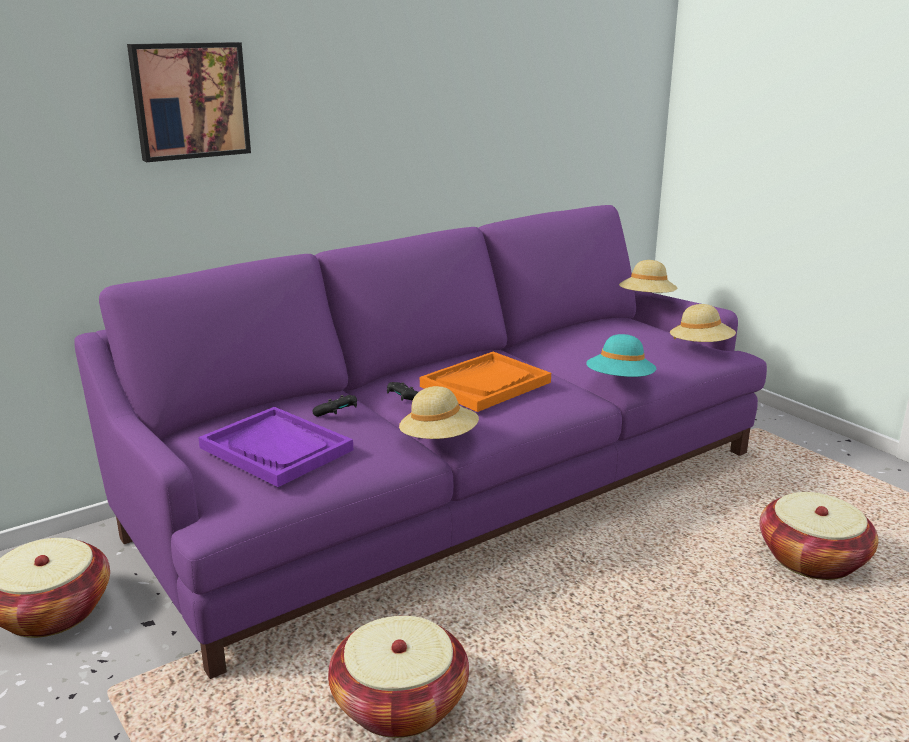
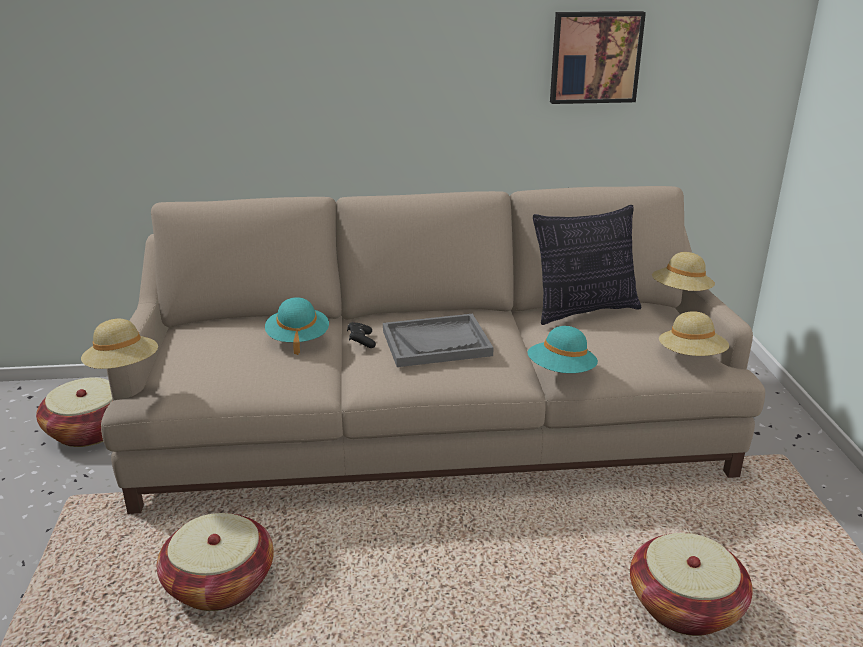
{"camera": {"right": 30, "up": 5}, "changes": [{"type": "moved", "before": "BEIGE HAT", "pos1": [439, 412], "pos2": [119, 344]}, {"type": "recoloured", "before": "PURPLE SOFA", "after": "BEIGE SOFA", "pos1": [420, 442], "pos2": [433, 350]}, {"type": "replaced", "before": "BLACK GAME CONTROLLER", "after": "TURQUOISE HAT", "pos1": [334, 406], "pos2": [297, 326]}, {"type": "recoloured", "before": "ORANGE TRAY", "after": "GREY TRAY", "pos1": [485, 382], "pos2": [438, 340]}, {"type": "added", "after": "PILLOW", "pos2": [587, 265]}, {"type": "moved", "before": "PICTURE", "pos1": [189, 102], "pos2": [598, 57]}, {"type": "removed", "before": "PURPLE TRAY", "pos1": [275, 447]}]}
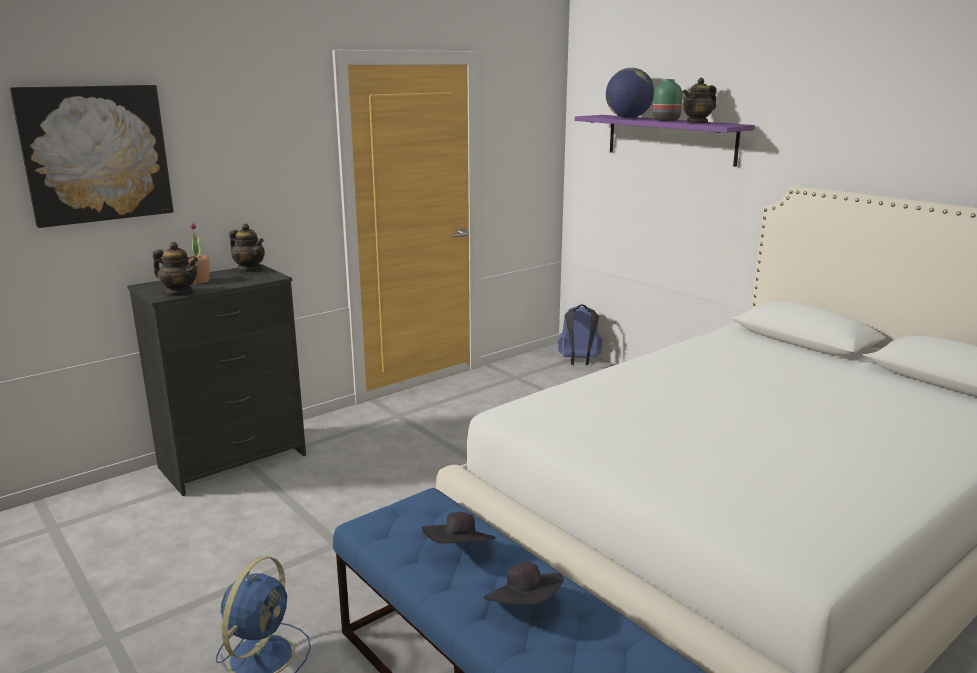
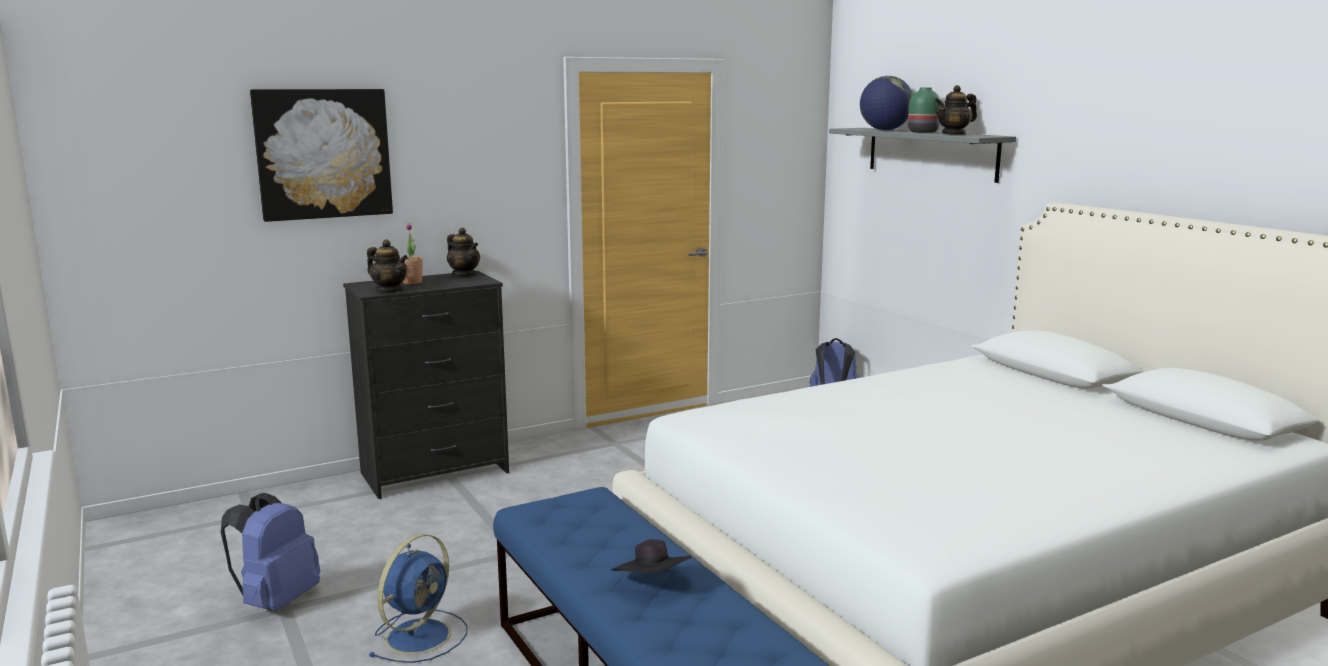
{"camera": {"right": 10, "up": -5}, "changes": [{"type": "added", "after": "BLUE BACKPACK", "pos2": [270, 552]}, {"type": "recoloured", "before": "PURPLE SHELF", "after": "GREY SHELF", "pos1": [665, 141], "pos2": [922, 155]}, {"type": "removed", "before": "BLACK HAT", "pos1": [459, 528]}]}
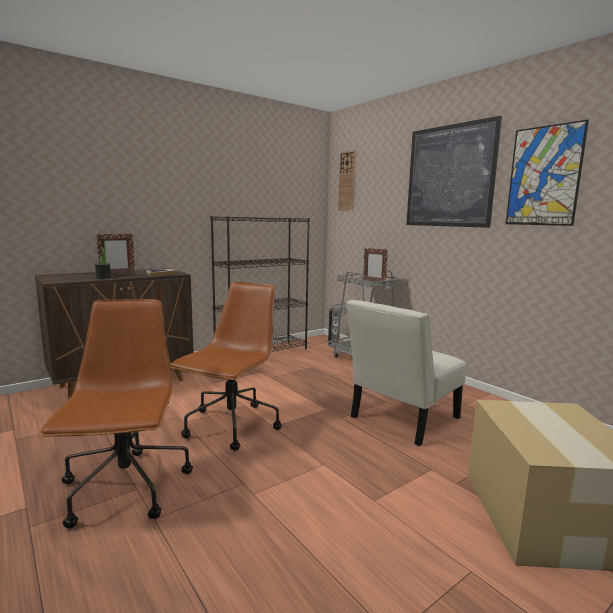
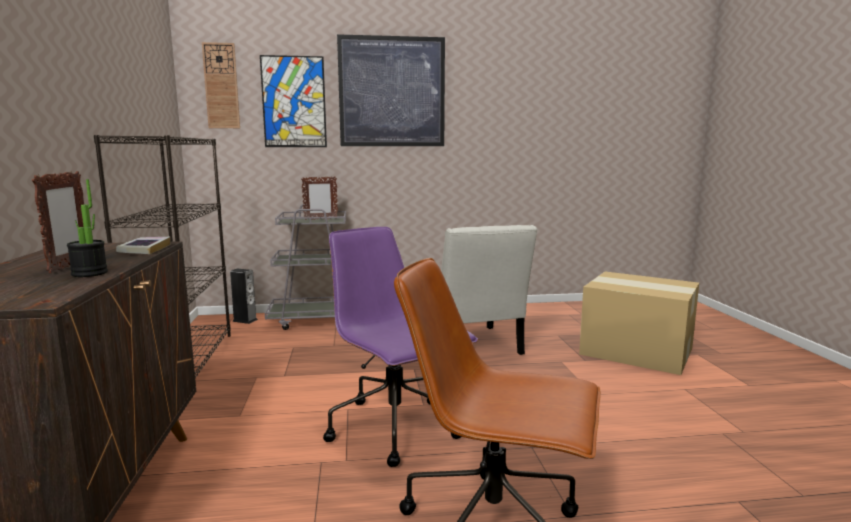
{"camera": {"right": -60, "up": 0}, "changes": [{"type": "moved", "before": "PICTURE", "pos1": [547, 173], "pos2": [293, 101]}, {"type": "recoloured", "before": "BROWN OFFICE CHAIR", "after": "PURPLE OFFICE CHAIR", "pos1": [226, 366], "pos2": [400, 347]}]}
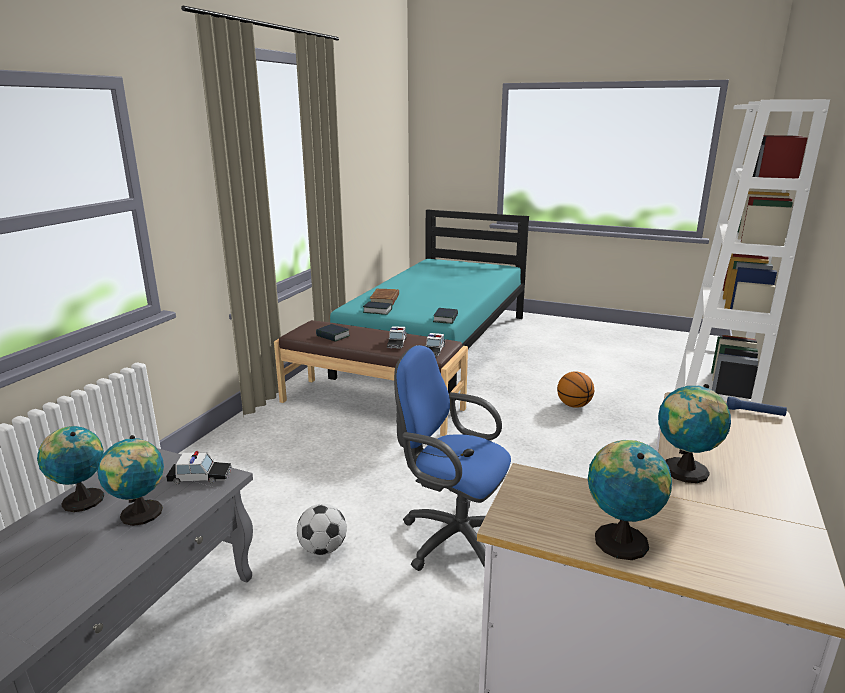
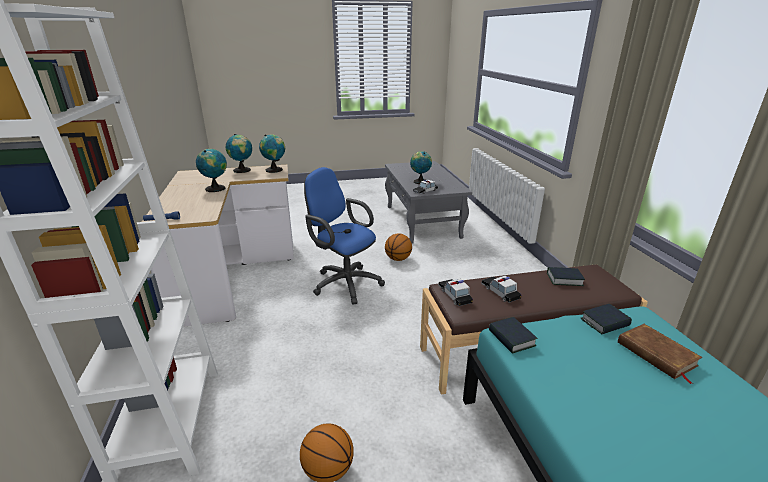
{"camera": {"right": 145, "up": 5}, "changes": [{"type": "moved", "before": "GLOBE", "pos1": [70, 469], "pos2": [272, 153]}, {"type": "turned", "before": "BLUE OFFICE CHAIR", "pos1": [452, 458], "pos2": [344, 236], "turn": -135}, {"type": "replaced", "before": "FOOTBALL", "after": "BASKETBALL", "pos1": [322, 529], "pos2": [398, 247]}]}
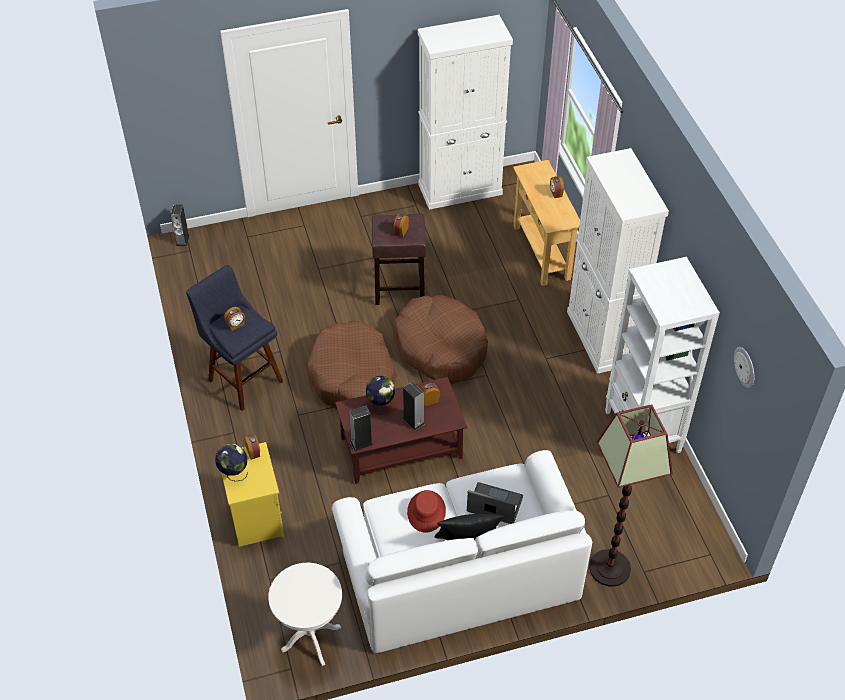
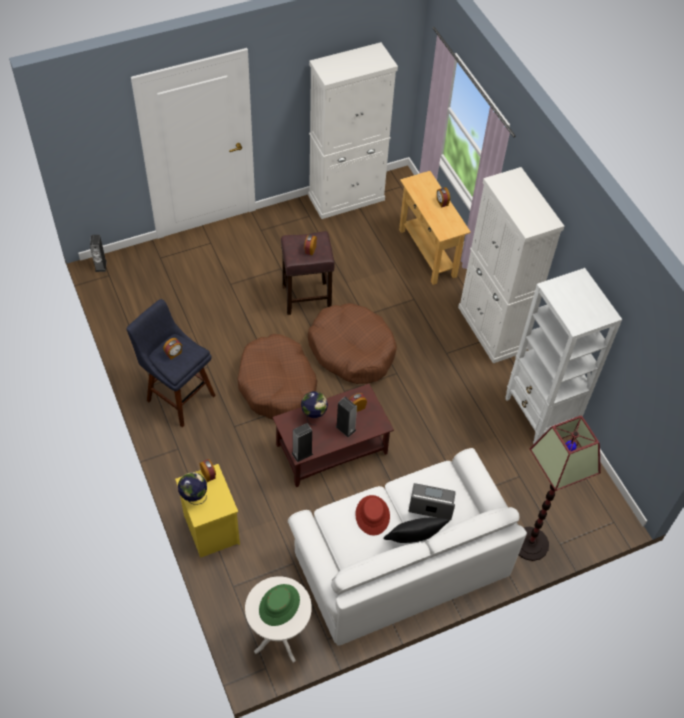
{"camera": {"right": -10, "up": 5}, "changes": [{"type": "added", "after": "GREEN HAT", "pos2": [279, 605]}, {"type": "removed", "before": "WALL CLOCK", "pos1": [744, 367]}]}
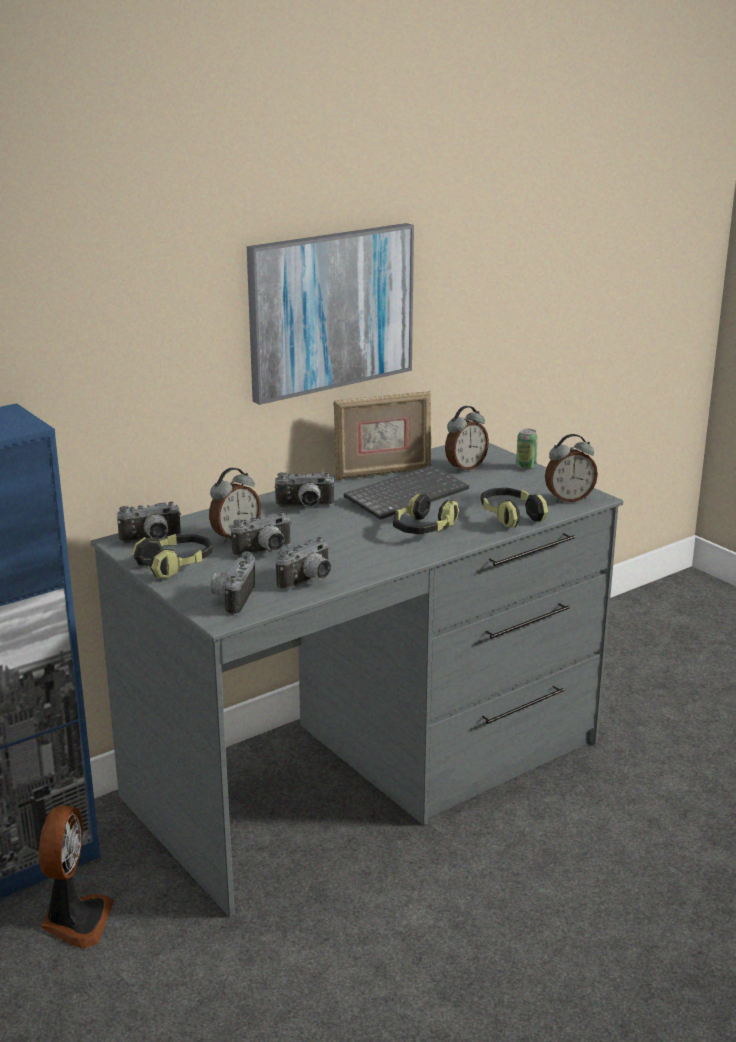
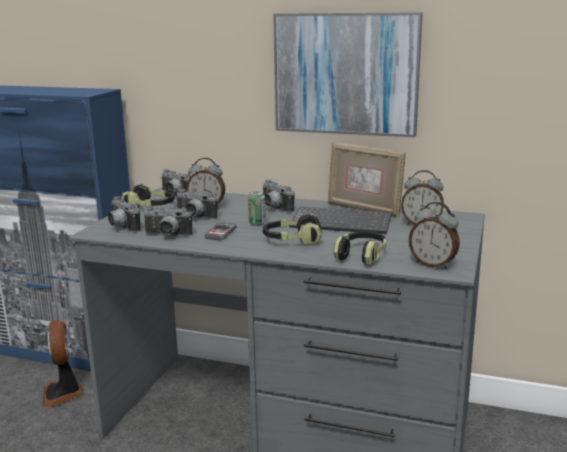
{"camera": {"right": 55, "up": -5}, "changes": [{"type": "turned", "before": "FAN", "pos1": [76, 877], "pos2": [62, 364], "turn": 105}, {"type": "turned", "before": "PHOTO CAMERA", "pos1": [232, 583], "pos2": [124, 214], "turn": -105}, {"type": "added", "after": "PHONE", "pos2": [220, 231]}, {"type": "moved", "before": "CAN", "pos1": [527, 449], "pos2": [257, 208]}]}
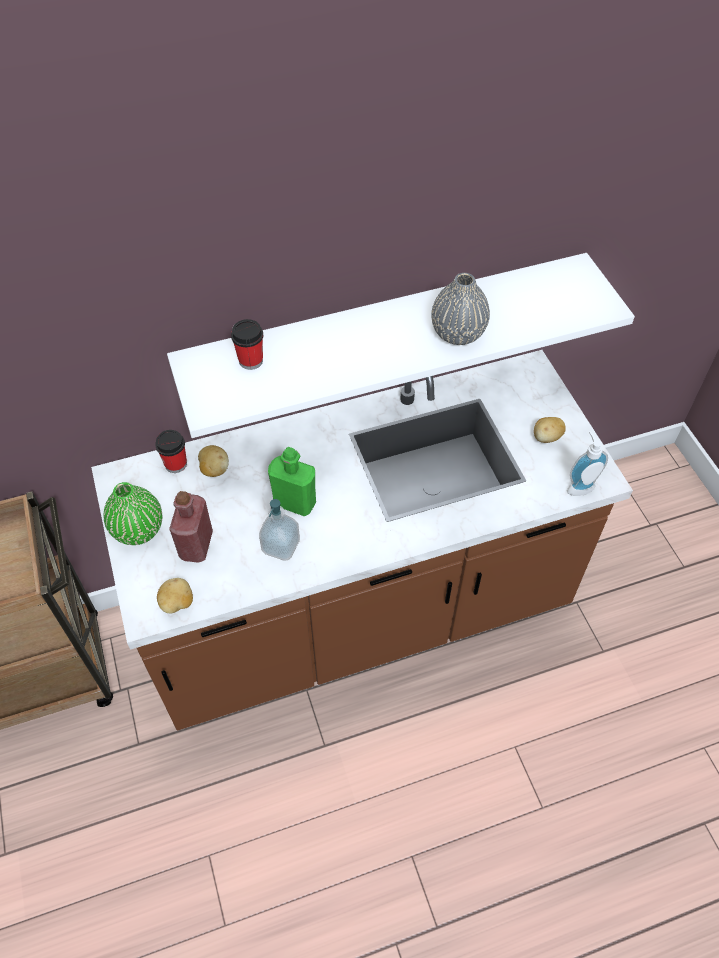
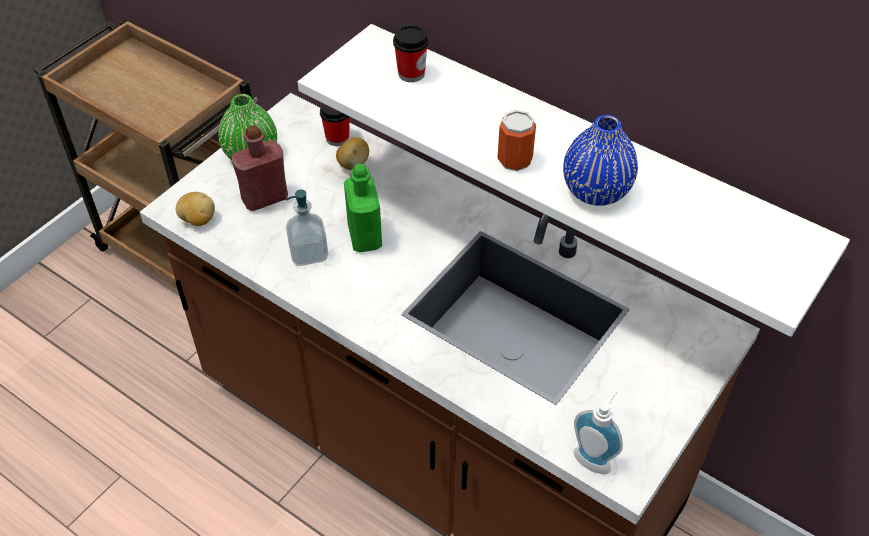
{"camera": {"right": 55, "up": -5}, "changes": [{"type": "added", "after": "CAN", "pos2": [516, 140]}, {"type": "recoloured", "before": "GREY VASE", "after": "BLUE VASE", "pos1": [460, 309], "pos2": [600, 160]}, {"type": "removed", "before": "POTATO", "pos1": [550, 430]}]}
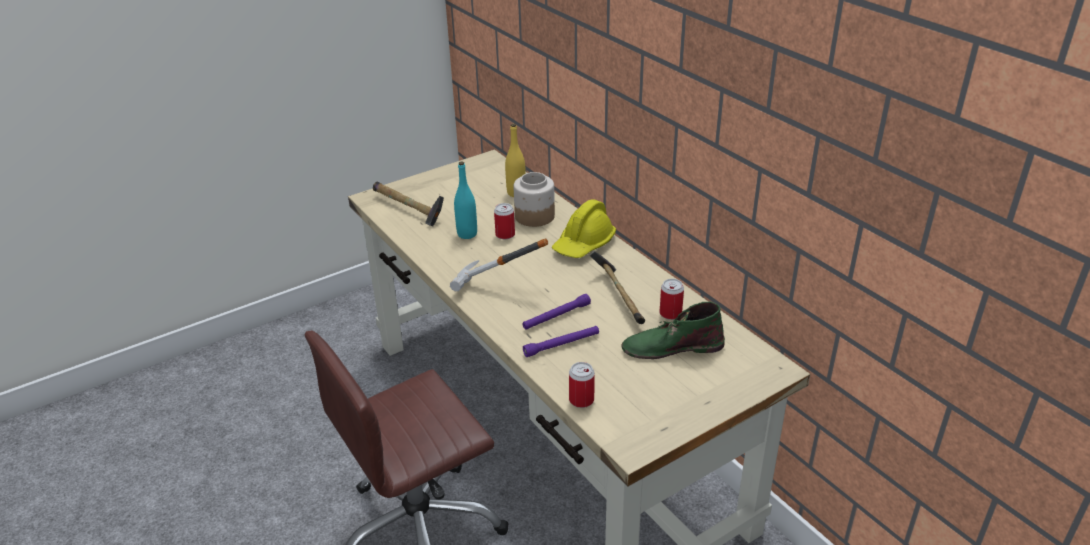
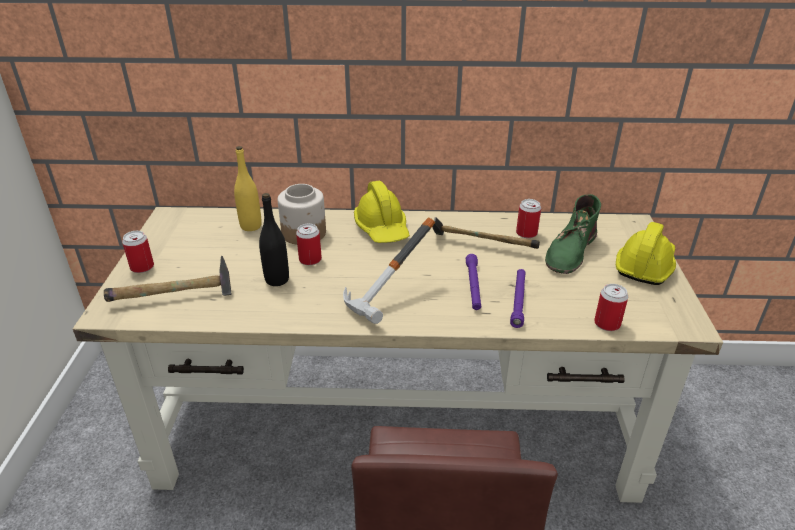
{"camera": {"right": -55, "up": 0}, "changes": [{"type": "added", "after": "CAN", "pos2": [138, 252]}, {"type": "recoloured", "before": "TURQUOISE BOTTLE", "after": "BLACK BOTTLE", "pos1": [465, 200], "pos2": [274, 239]}, {"type": "added", "after": "YELLOW HARD HAT", "pos2": [646, 253]}]}
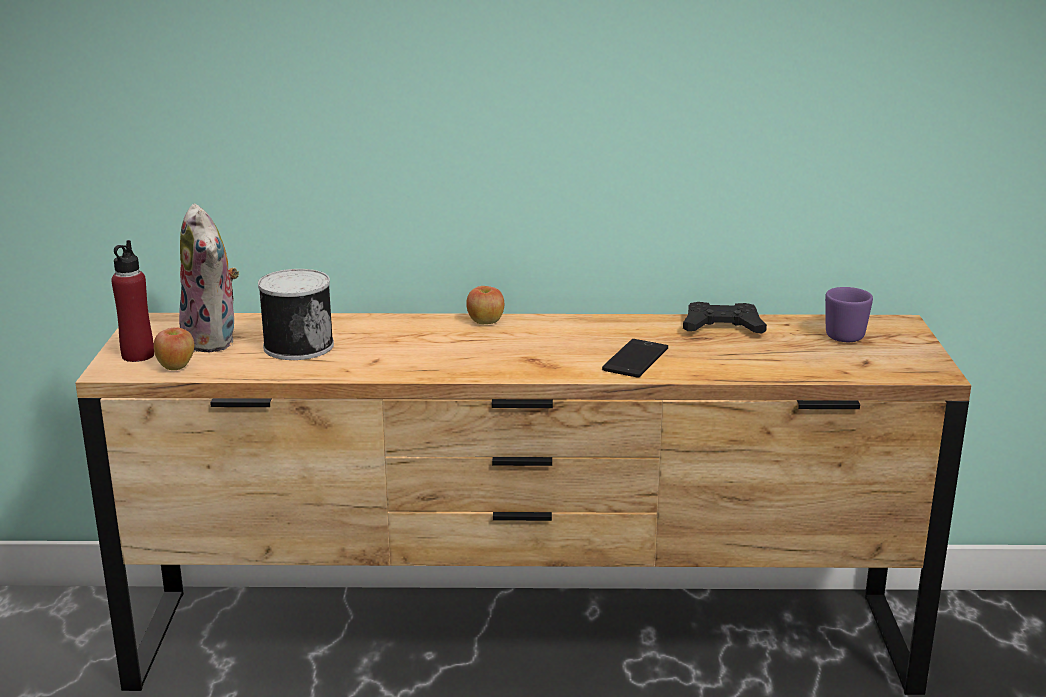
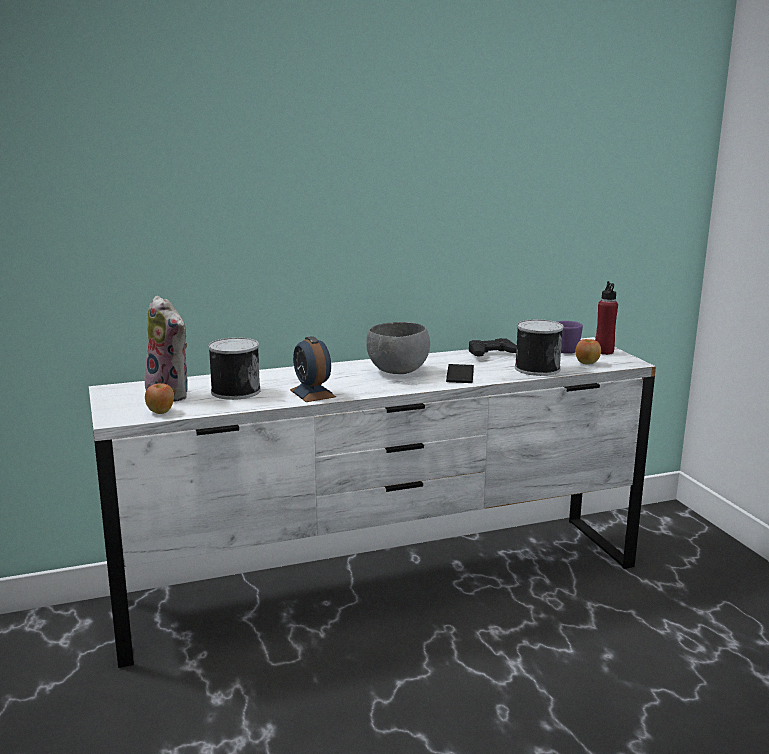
{"camera": {"right": -20, "up": -5}, "changes": [{"type": "recoloured", "before": "BROWN DRESSER", "after": "WHITE DRESSER", "pos1": [523, 504], "pos2": [372, 502]}, {"type": "added", "after": "ALARM CLOCK", "pos2": [313, 369]}, {"type": "added", "after": "GREY BOWL", "pos2": [398, 348]}, {"type": "added", "after": "CAN", "pos2": [539, 347]}, {"type": "moved", "before": "APPLE", "pos1": [485, 305], "pos2": [588, 351]}, {"type": "moved", "before": "RED BOTTLE", "pos1": [132, 301], "pos2": [606, 318]}]}
